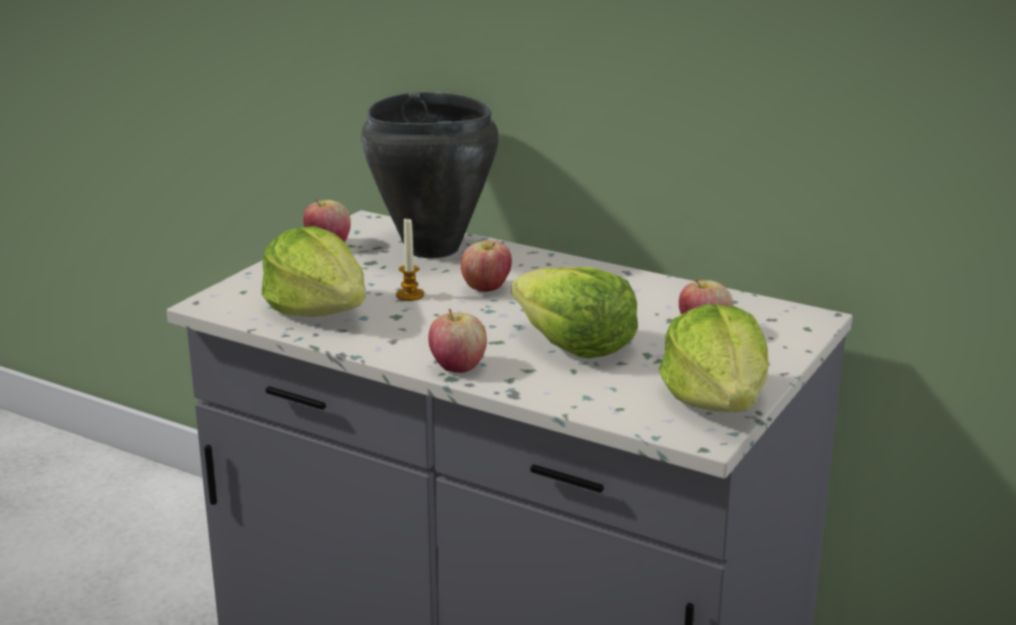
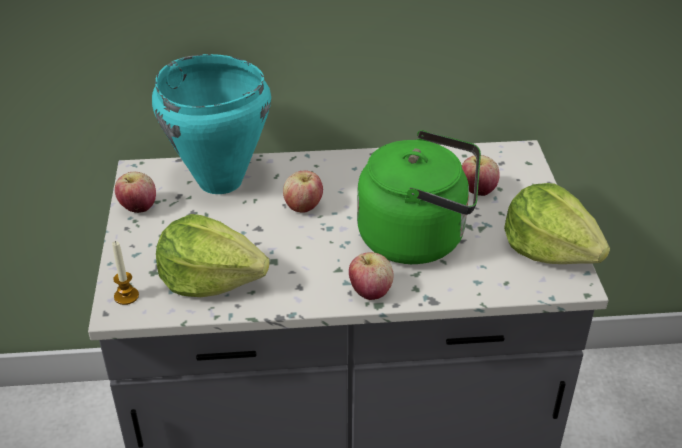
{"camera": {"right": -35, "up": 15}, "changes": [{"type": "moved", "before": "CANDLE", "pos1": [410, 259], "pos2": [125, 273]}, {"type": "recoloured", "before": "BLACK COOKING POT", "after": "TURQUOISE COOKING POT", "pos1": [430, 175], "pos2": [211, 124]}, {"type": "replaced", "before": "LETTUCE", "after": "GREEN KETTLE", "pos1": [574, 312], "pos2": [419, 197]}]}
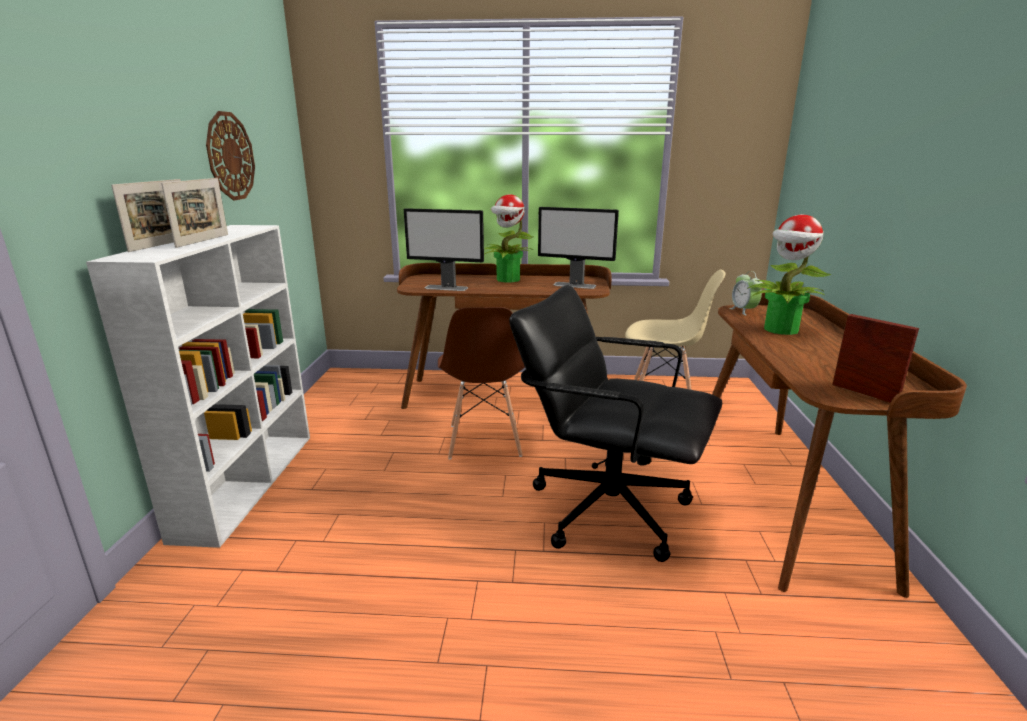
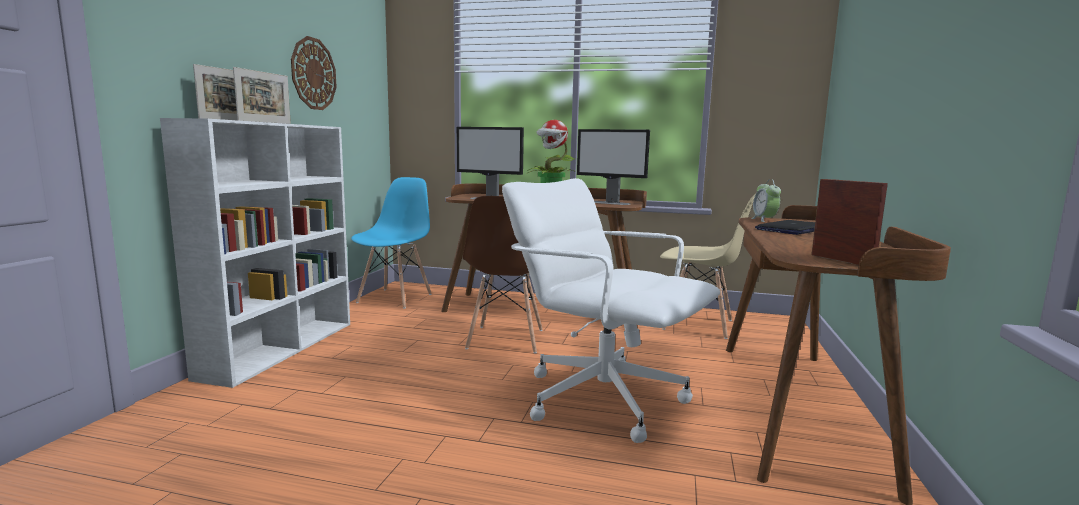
{"camera": {"right": 10, "up": -10}, "changes": [{"type": "added", "after": "BLUE CHAIR", "pos2": [391, 243]}, {"type": "recoloured", "before": "BLACK OFFICE CHAIR", "after": "WHITE OFFICE CHAIR", "pos1": [615, 423], "pos2": [611, 310]}, {"type": "replaced", "before": "POTTED PLANT", "after": "LAPTOP", "pos1": [789, 274], "pos2": [785, 227]}]}
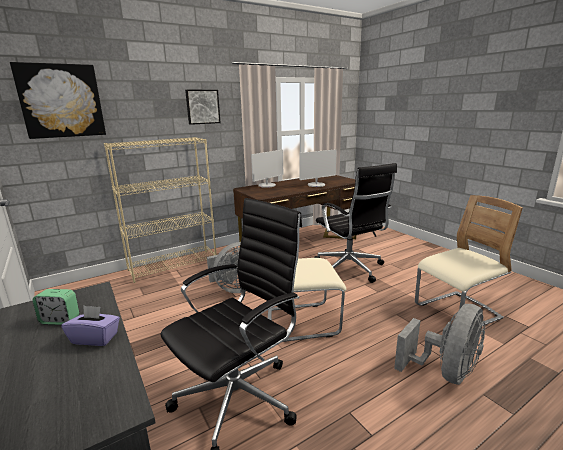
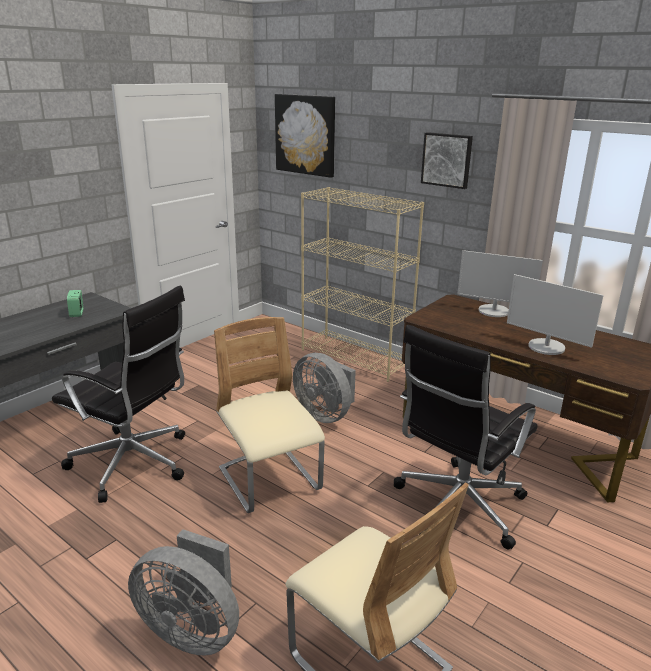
{"camera": {"right": 70, "up": 5}, "changes": [{"type": "removed", "before": "PURPLE TISSUE BOX", "pos1": [91, 325]}]}
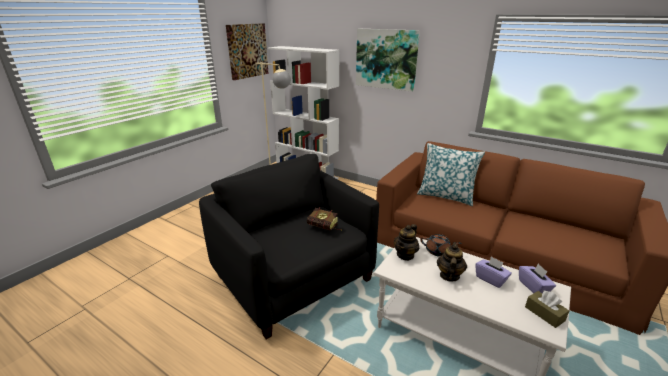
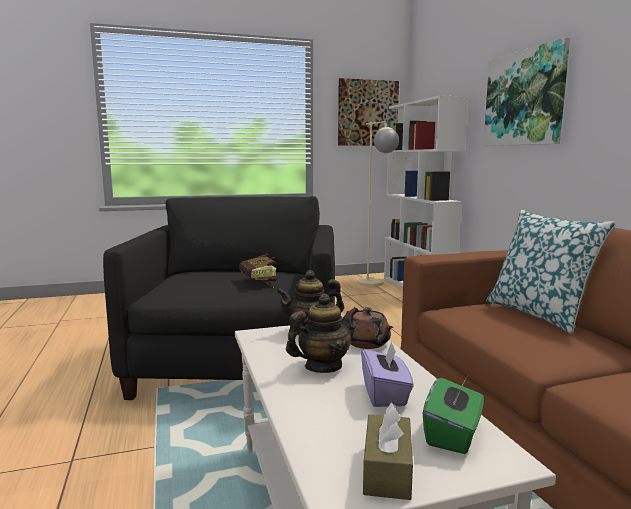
{"camera": {"right": 40, "up": -15}, "changes": [{"type": "recoloured", "before": "PURPLE TISSUE BOX", "after": "GREEN TISSUE BOX", "pos1": [537, 279], "pos2": [453, 415]}]}
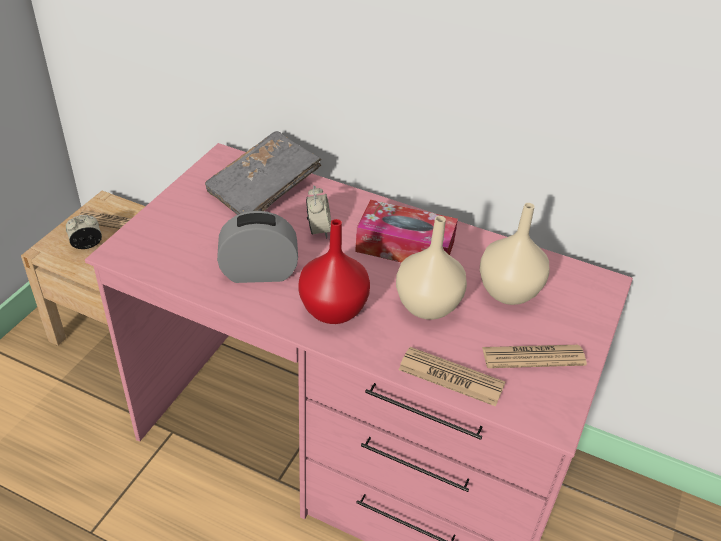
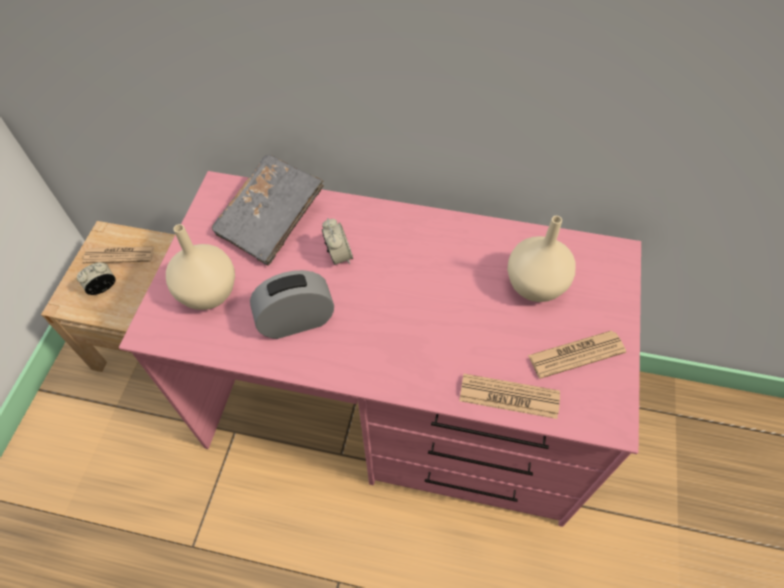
{"camera": {"right": -10, "up": 15}, "changes": [{"type": "moved", "before": "BEIGE VASE", "pos1": [431, 268], "pos2": [200, 267]}, {"type": "removed", "before": "RED VASE", "pos1": [334, 271]}, {"type": "removed", "before": "TISSUE BOX", "pos1": [406, 231]}]}
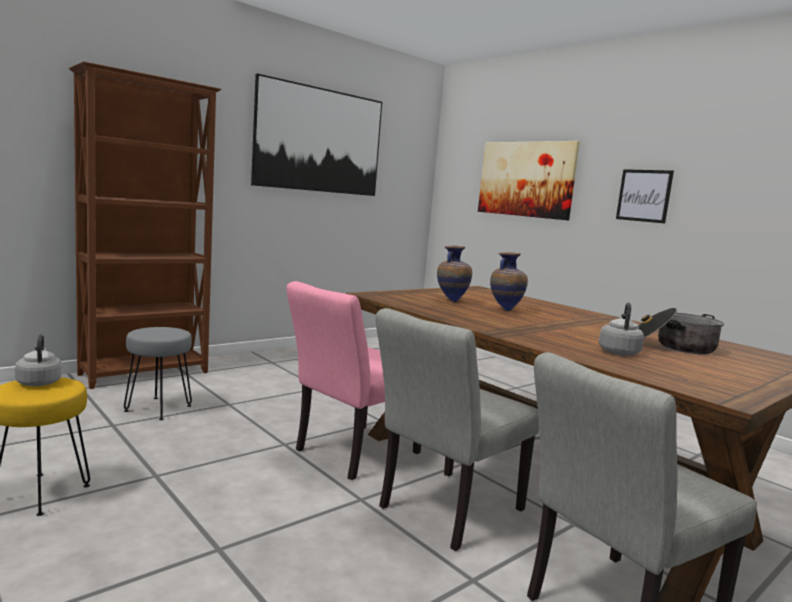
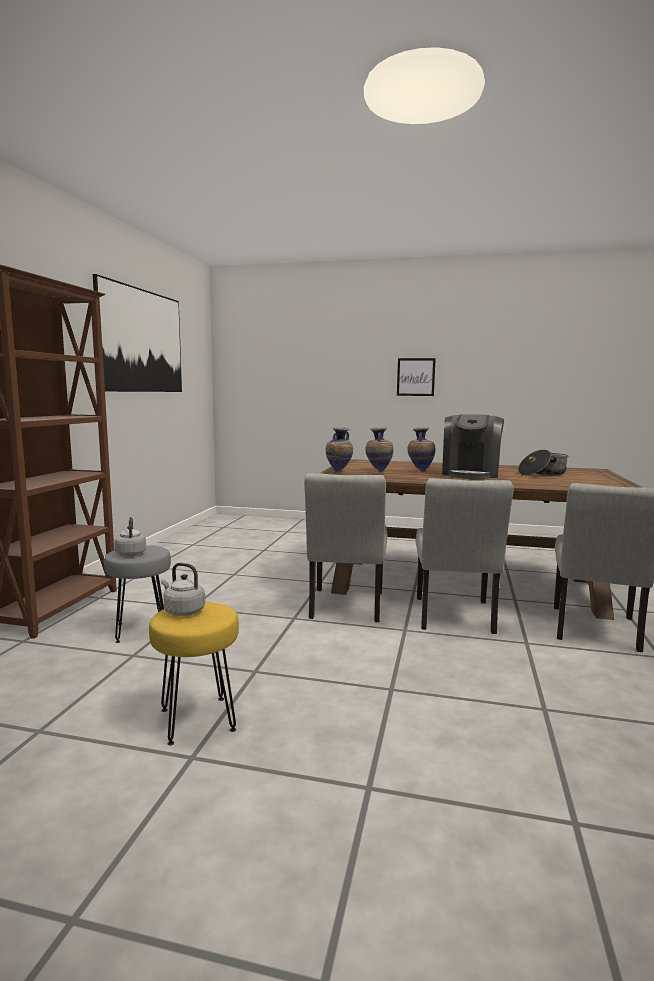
{"camera": {"right": -35, "up": 0}, "changes": [{"type": "moved", "before": "GREY KETTLE", "pos1": [621, 328], "pos2": [130, 536]}, {"type": "recoloured", "before": "PINK CHAIR", "after": "GREY CHAIR", "pos1": [353, 380], "pos2": [345, 547]}, {"type": "added", "after": "VASE", "pos2": [339, 449]}, {"type": "added", "after": "COFFEE MACHINE", "pos2": [473, 446]}, {"type": "removed", "before": "PICTURE", "pos1": [529, 180]}]}
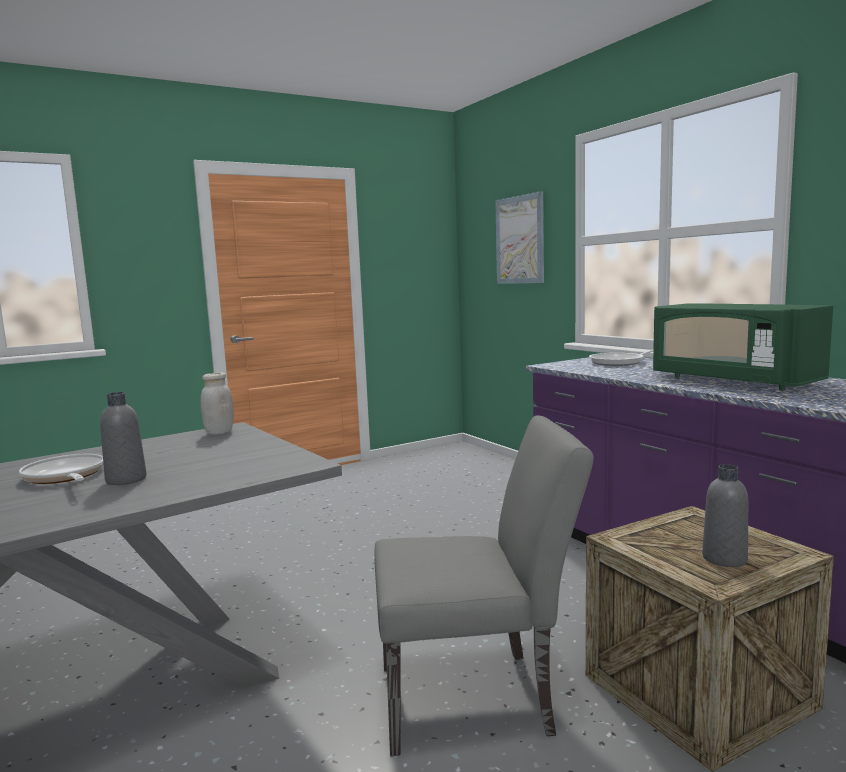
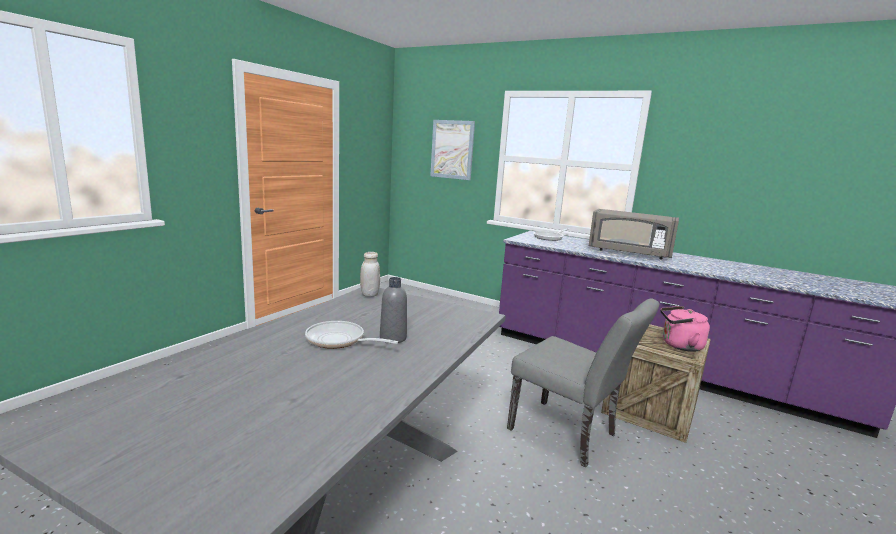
{"camera": {"right": -30, "up": 5}, "changes": [{"type": "turned", "before": "GREY CHAIR", "pos1": [484, 586], "pos2": [583, 382], "turn": 75}, {"type": "recoloured", "before": "GREEN MICROWAVE", "after": "GREY MICROWAVE", "pos1": [743, 346], "pos2": [634, 234]}, {"type": "replaced", "before": "GREY BOTTLE", "after": "PINK KETTLE", "pos1": [725, 515], "pos2": [685, 329]}]}
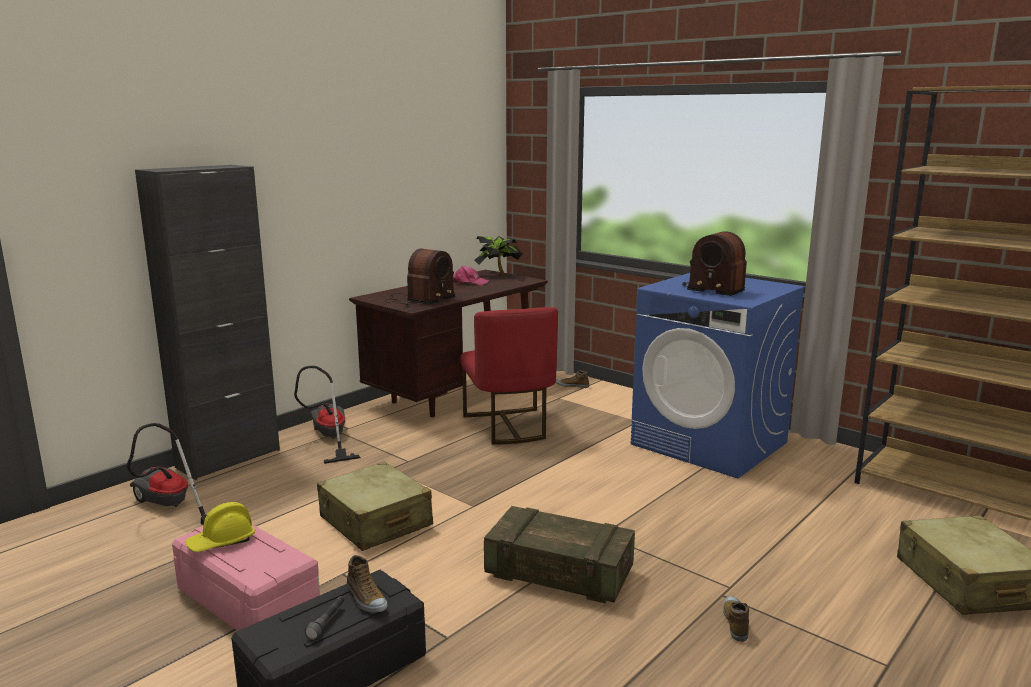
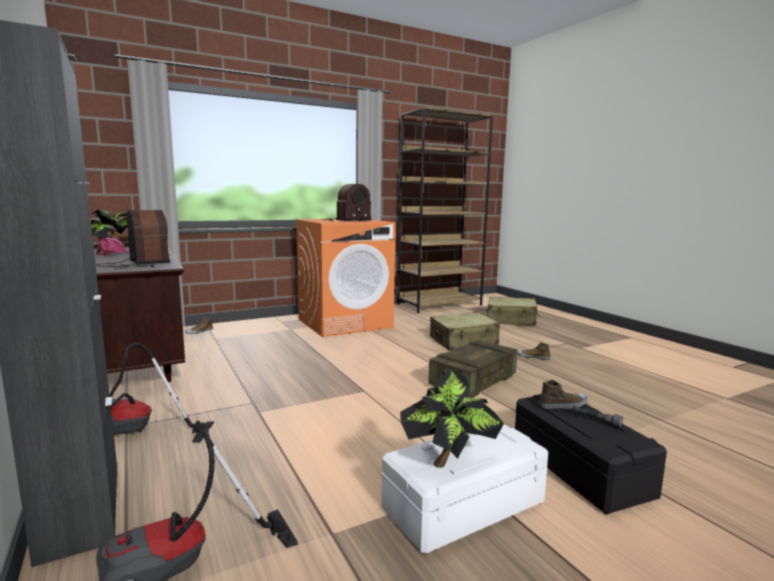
{"camera": {"right": -70, "up": -5}, "changes": [{"type": "recoloured", "before": "BLUE WASHING MACHINE", "after": "ORANGE WASHING MACHINE", "pos1": [718, 375], "pos2": [346, 278]}, {"type": "recoloured", "before": "PINK STORAGE BOX", "after": "WHITE STORAGE BOX", "pos1": [246, 577], "pos2": [465, 489]}, {"type": "replaced", "before": "YELLOW HARD HAT", "after": "POTTED PLANT", "pos1": [220, 527], "pos2": [452, 418]}, {"type": "moved", "before": "BEIGE SUITCASE", "pos1": [375, 506], "pos2": [465, 331]}, {"type": "removed", "before": "RED CHAIR", "pos1": [509, 376]}]}
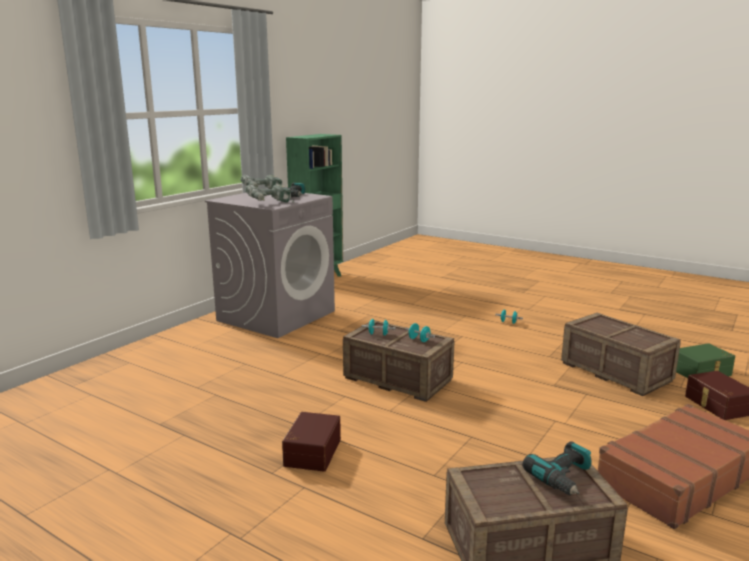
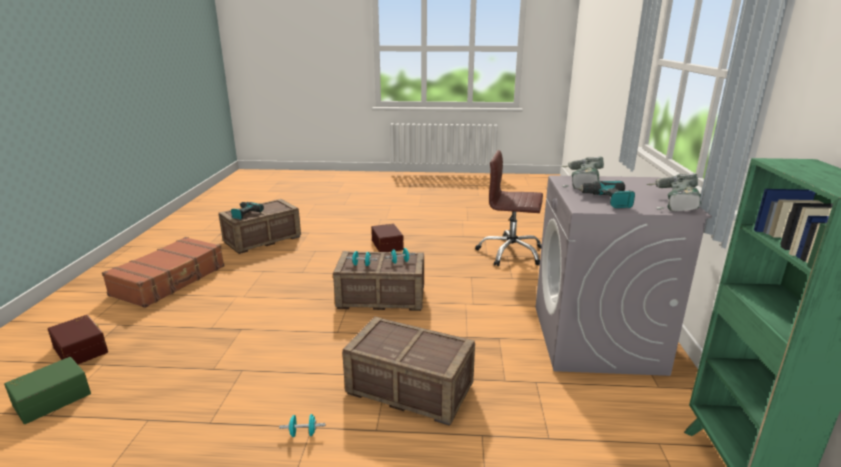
{"camera": {"right": 150, "up": 5}, "changes": [{"type": "moved", "before": "CRATE", "pos1": [621, 354], "pos2": [408, 371]}, {"type": "added", "after": "BROWN OFFICE CHAIR", "pos2": [509, 208]}]}
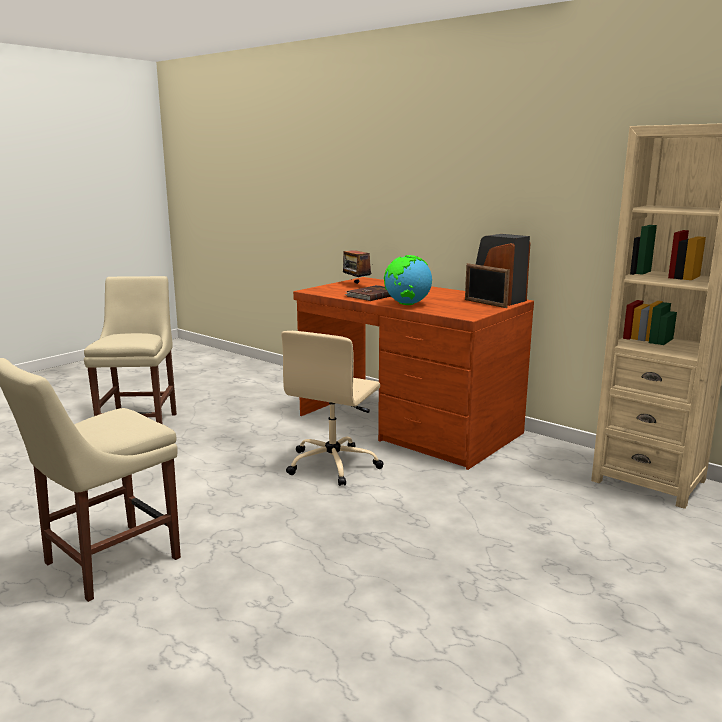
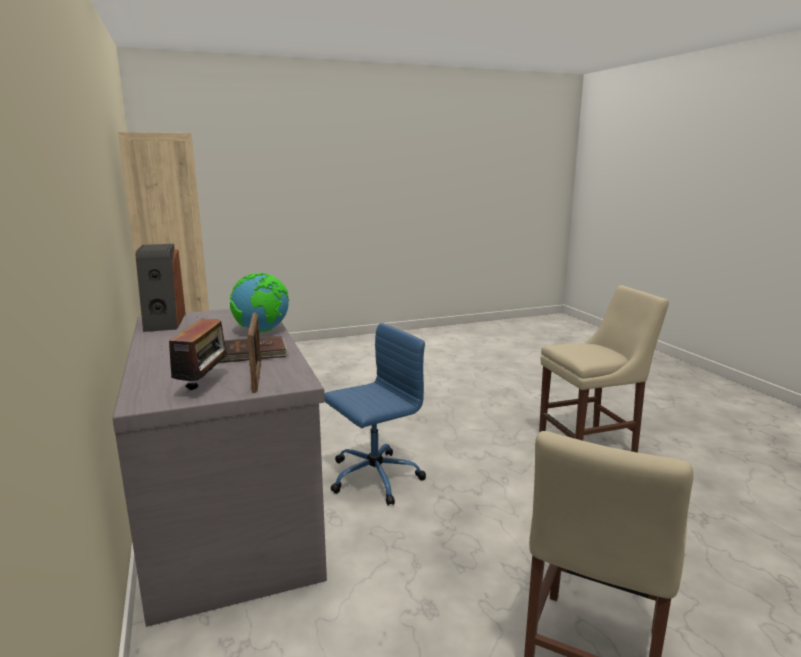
{"camera": {"right": -150, "up": 0}, "changes": [{"type": "recoloured", "before": "BROWN DESK", "after": "GREY DESK", "pos1": [413, 373], "pos2": [219, 468]}, {"type": "moved", "before": "PICTURE FRAME", "pos1": [487, 285], "pos2": [254, 353]}, {"type": "recoloured", "before": "BEIGE OFFICE CHAIR", "after": "BLUE OFFICE CHAIR", "pos1": [332, 408], "pos2": [375, 414]}]}
